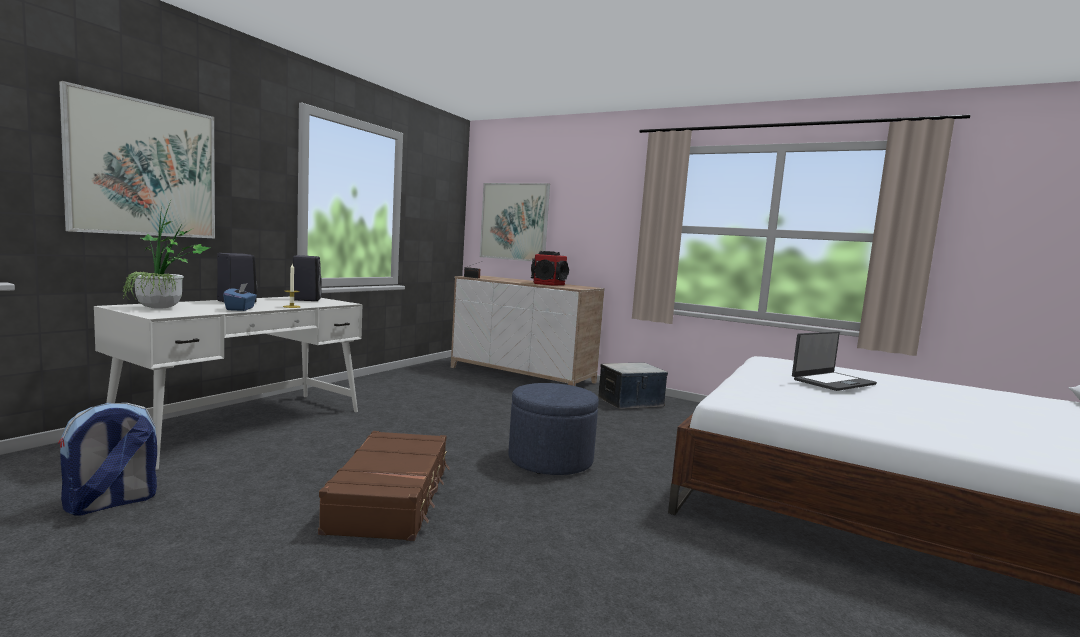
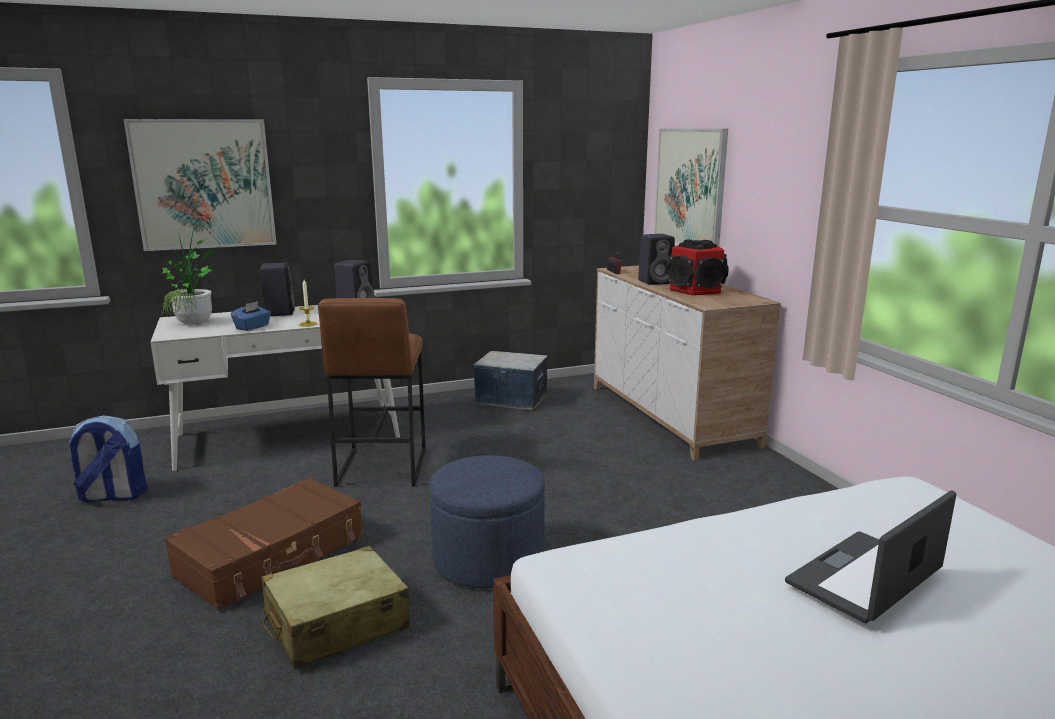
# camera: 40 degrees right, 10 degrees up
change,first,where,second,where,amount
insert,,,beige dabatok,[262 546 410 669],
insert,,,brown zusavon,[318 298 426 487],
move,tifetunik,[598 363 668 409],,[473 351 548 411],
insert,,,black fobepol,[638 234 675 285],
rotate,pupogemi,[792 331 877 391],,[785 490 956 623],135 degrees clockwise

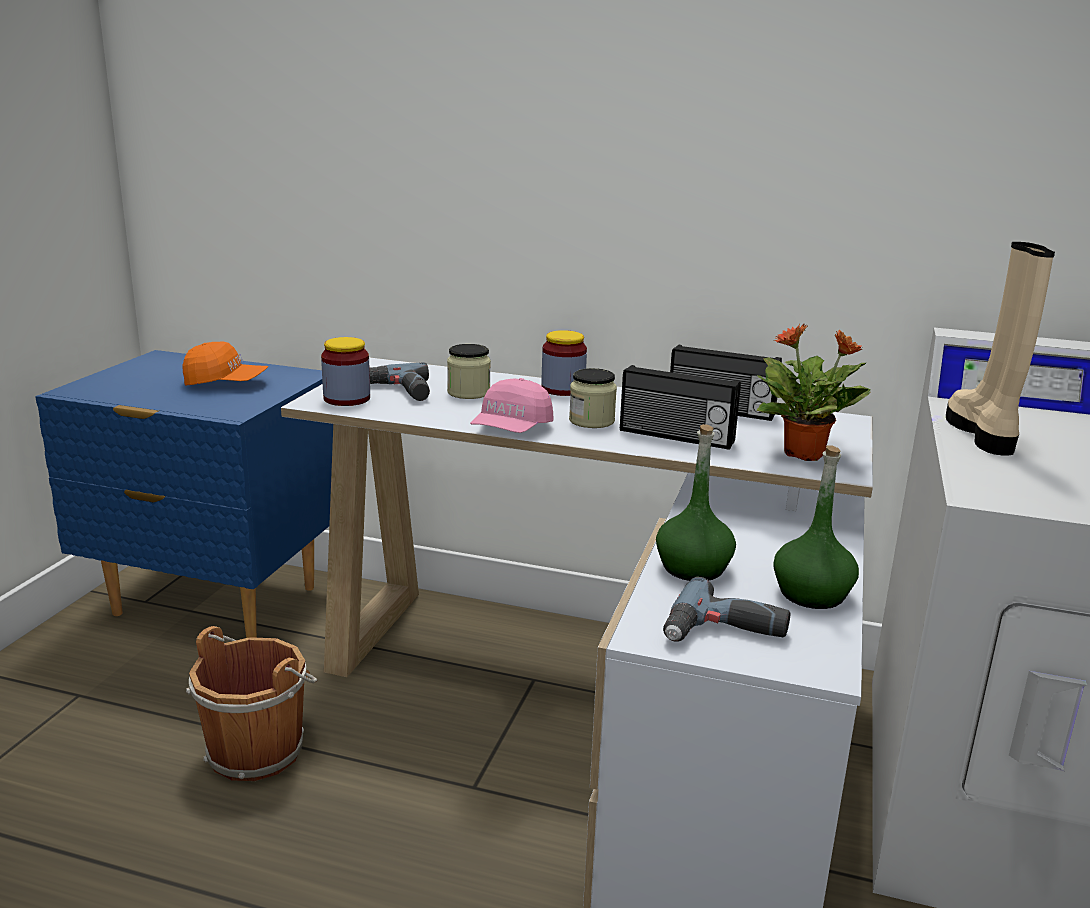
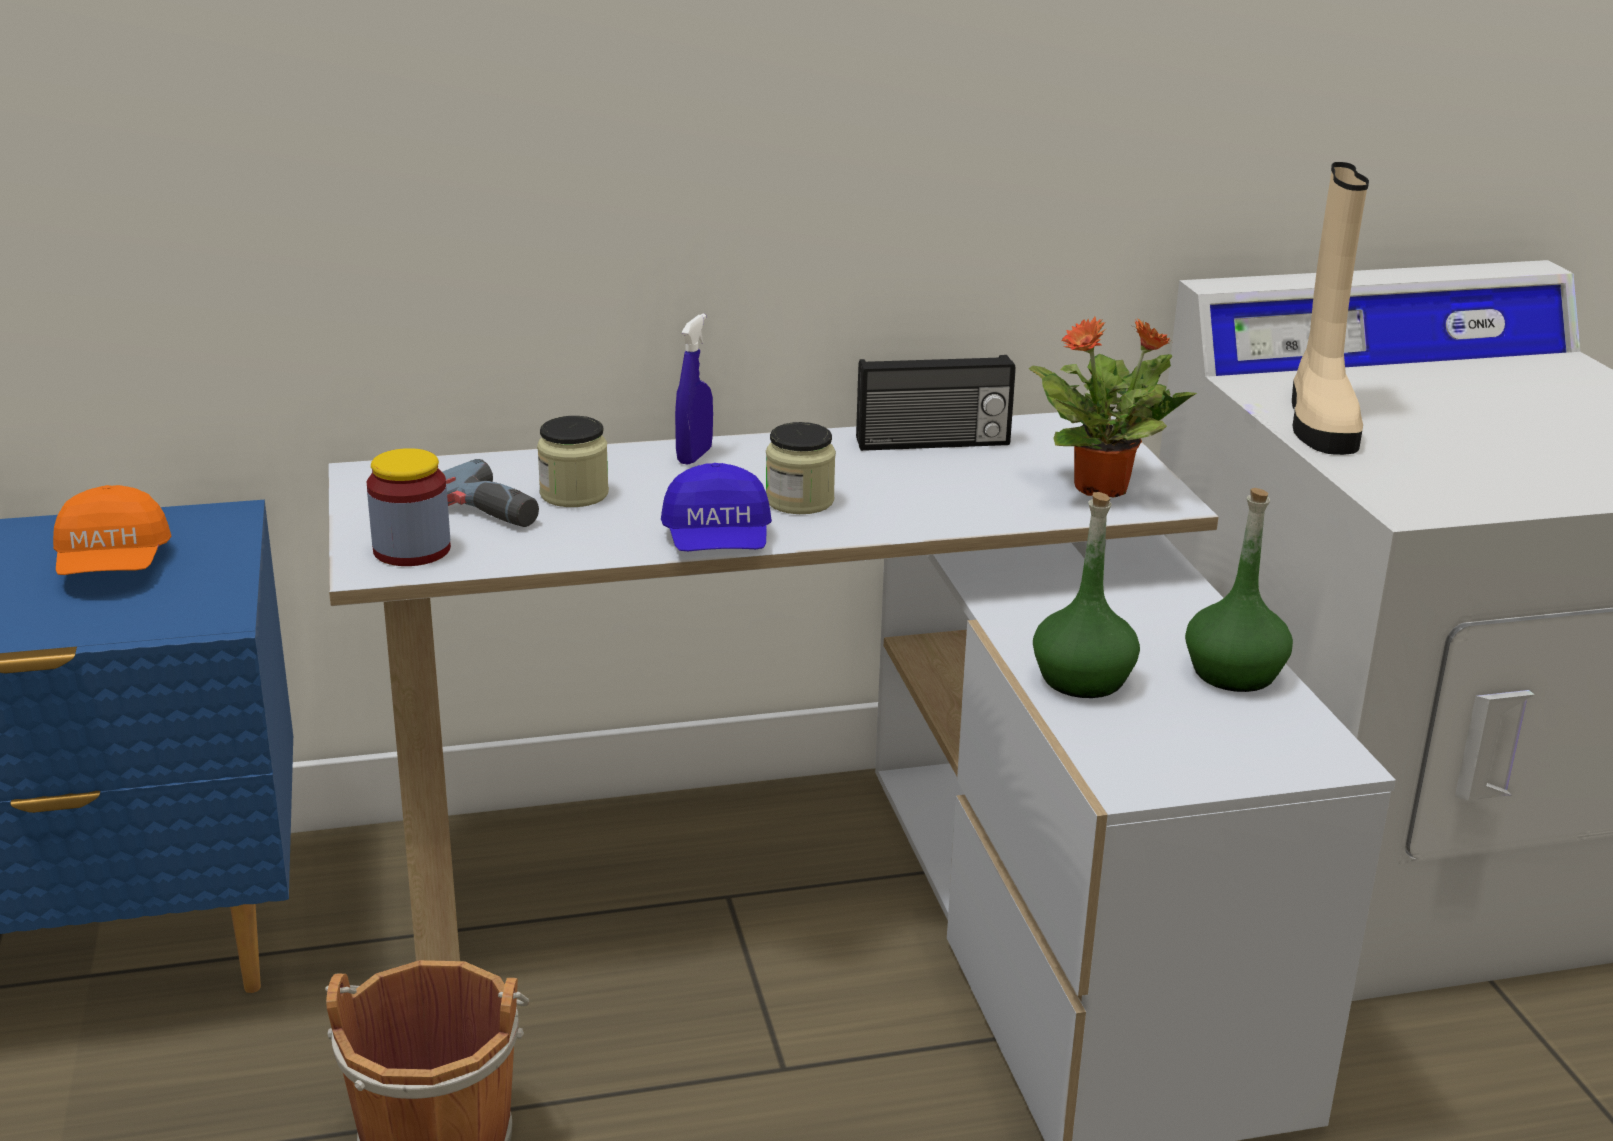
# camera: 30 degrees left, 5 degrees up
change,first,where,second,where,amount
rotate,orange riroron,[182 341 268 386],,[53 485 171 575],105 degrees clockwise
recolor,pink riroron,[470 378 554 433],blue riroron,[661 463 772 551],
replace,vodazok,[541 330 587 396],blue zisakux,[675 313 713 465],
rotate,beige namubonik,[946 242 1055 456],,[1292 162 1369 455],150 degrees counterclockwise
delete,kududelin,[620 365 741 450],,,
delete,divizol,[663 577 790 642],,,

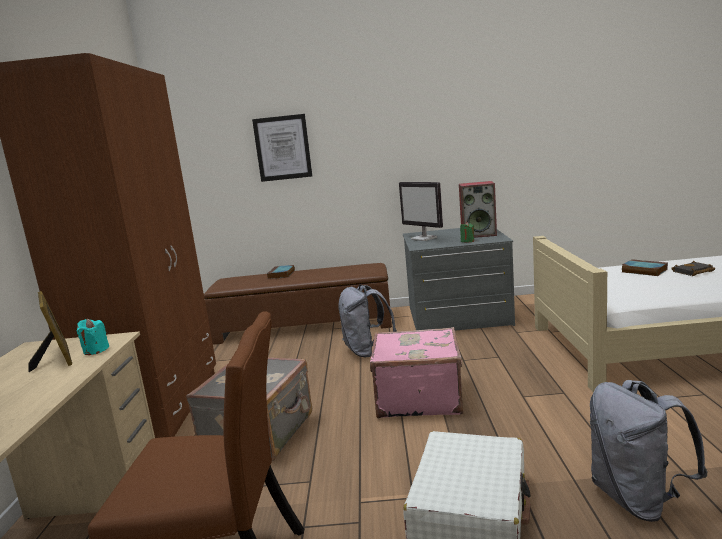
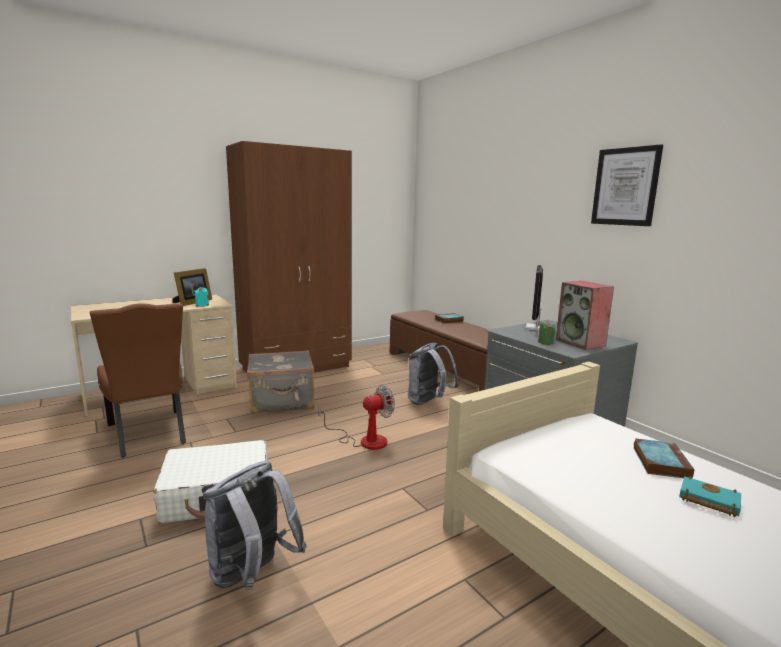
# camera: 55 degrees right, 0 degrees up
change,first,where,second,where,amount
replace,pink dabatok,[370 327 463 418],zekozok,[318 385 395 450],
move,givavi,[252 114 312 182],,[591 144 663 226],
recolor,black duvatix,[671 261 715 276],turquoise duvatix,[679 476 741 517],

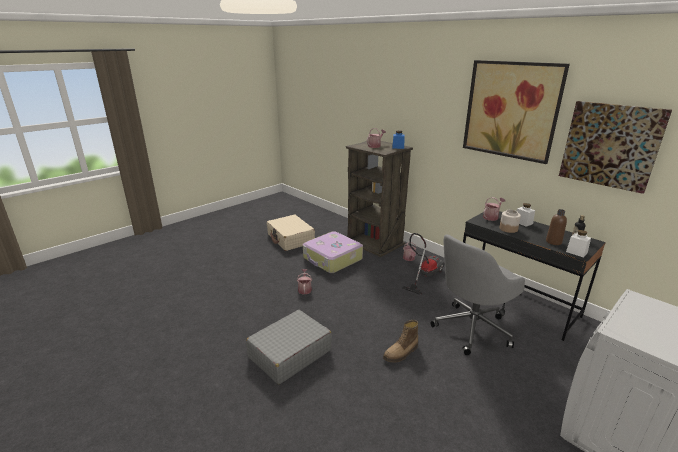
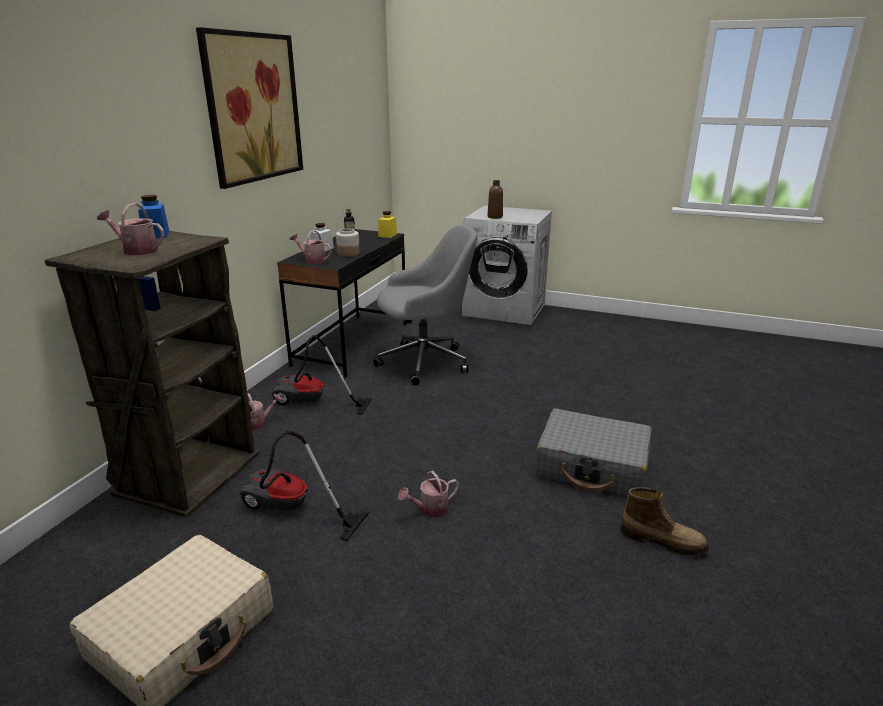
# camera: 115 degrees left, 0 degrees up
change,first,where,second,where,amount
replace,dabatok,[303 231 363 273],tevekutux,[239 431 369 542],
rotate,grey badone,[431 234 525 355],,[373 225 477 385],45 degrees counterclockwise
recolor,white vodazok,[566 230 591 257],yellow vodazok,[378 211 397 238],
move,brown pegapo,[546 209 567 245],,[488 180 503 219],
move,namubonik,[383 320 419 362],,[620 487 709 556],
delete,givavi,[559 101 672 194],,,

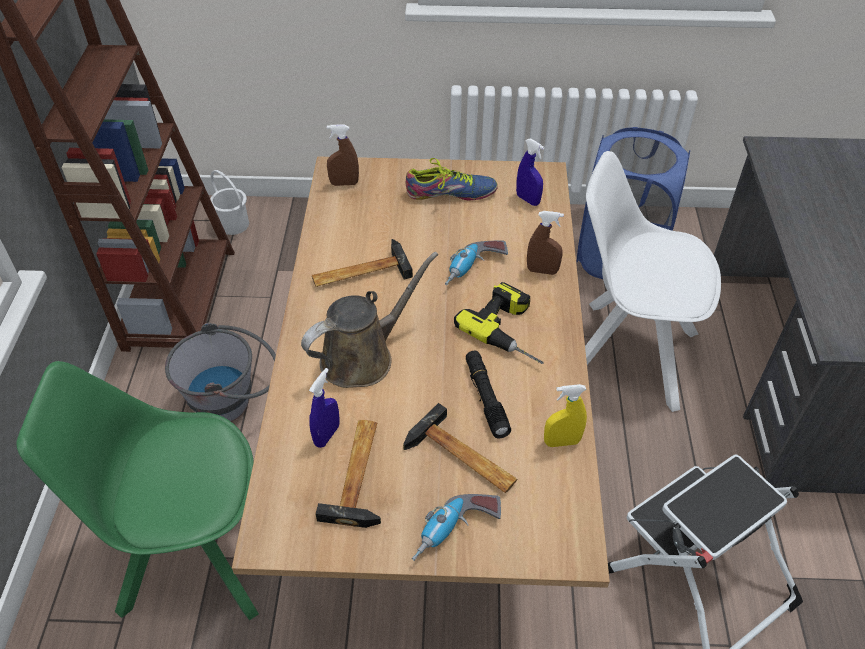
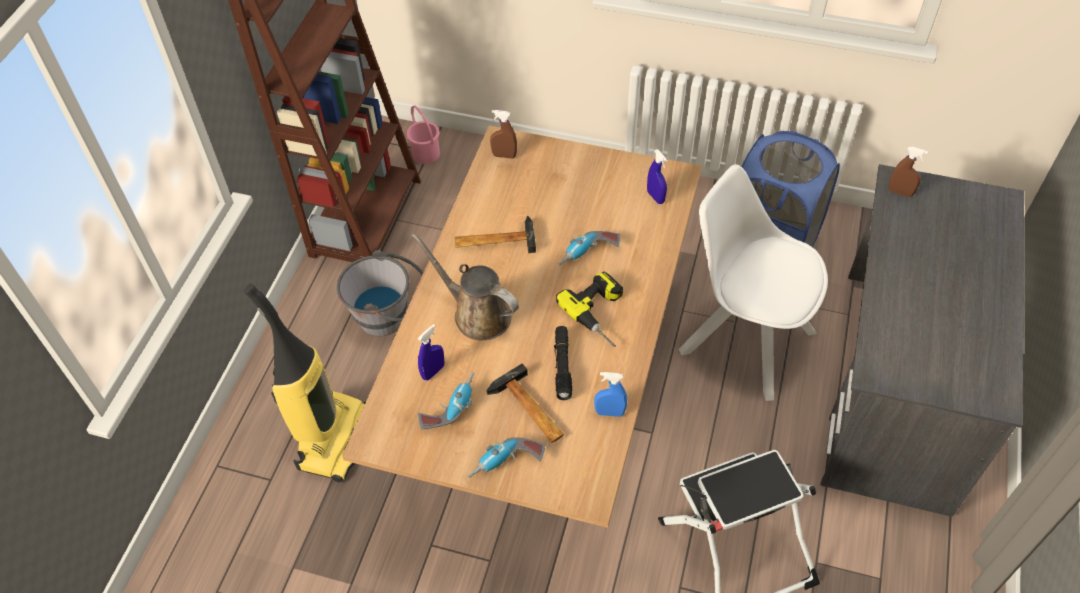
# camera: 15 degrees right, 5 degrees up
change,first,where,second,where,amount
replace,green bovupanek,[16 361 259 620],tevekutux,[244 284 366 482],
recolor,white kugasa,[210 170 249 235],pink kugasa,[407 106 440 164],
rotate,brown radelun,[301 252 438 388],,[412 233 519 340],120 degrees counterclockwise
replace,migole,[315 420 381 528],divizol,[418 372 474 429],
recolor,yellow zisakux,[544 384 587 447],blue zisakux,[594 372 627 417],
move,brown zisakux,[527 211 564 275],,[889 147 928 197],
delete,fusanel,[406 158 498 200],,,

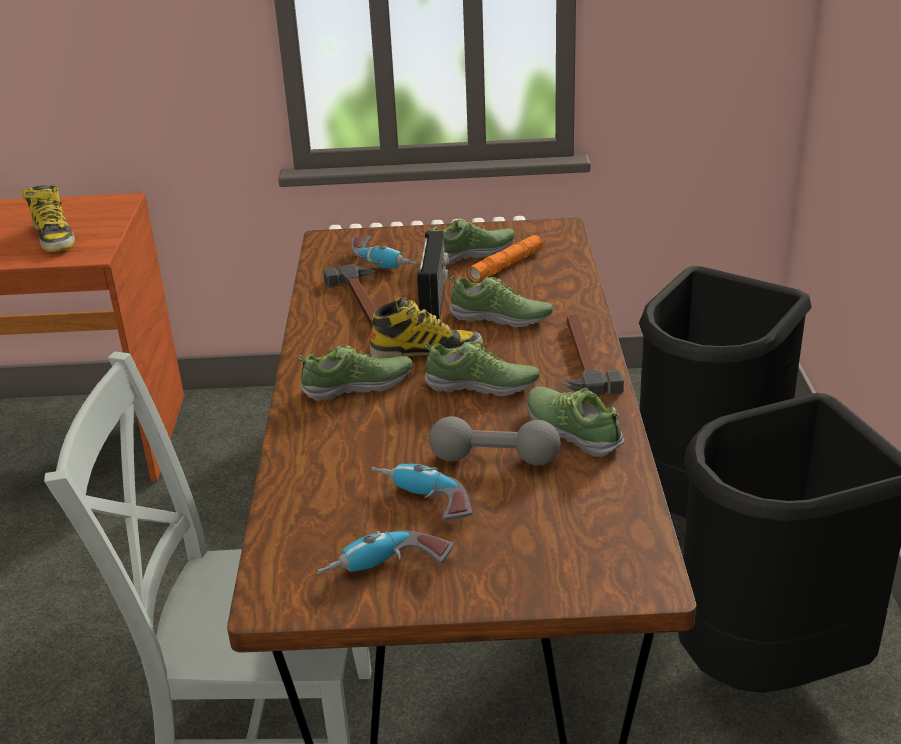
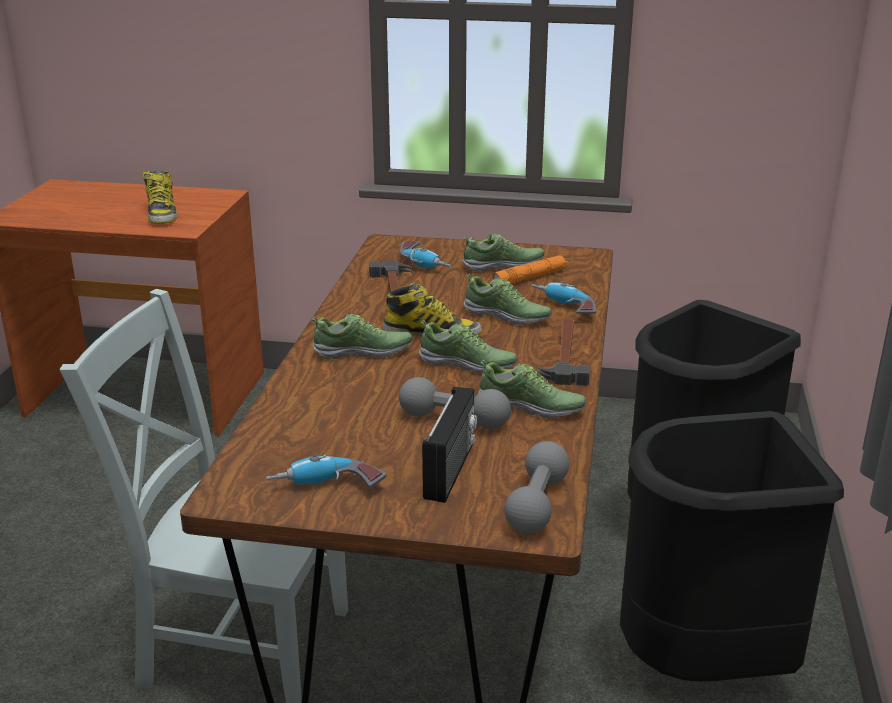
# camera: 10 degrees right, 5 degrees down
change,first,where,second,where,amount
move,kududelin,[417 231 449 319],,[422 387 477 503],
rotate,fusanel,[527 386 625 457],,[478 360 587 418],135 degrees clockwise
insert,,,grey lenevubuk,[504 441 569 534],
move,divizol,[371 464 472 520],,[532 282 596 315],

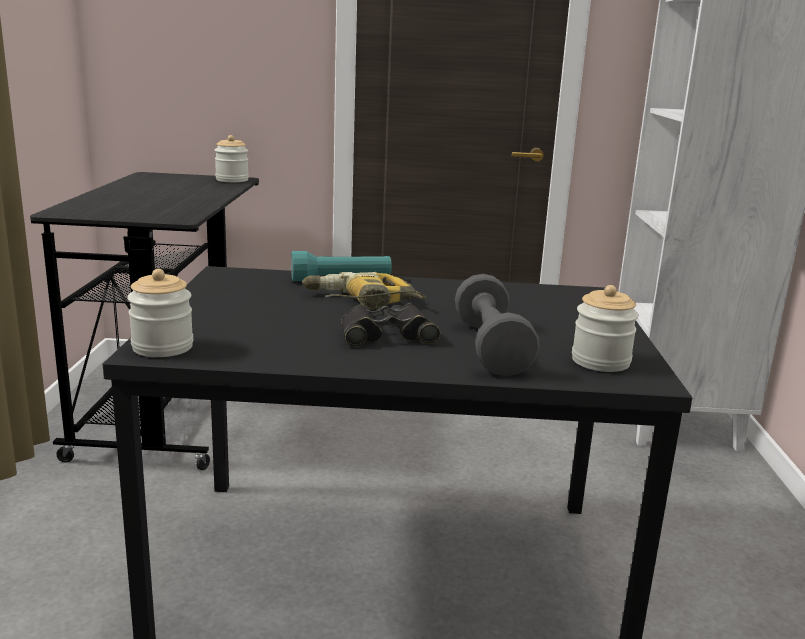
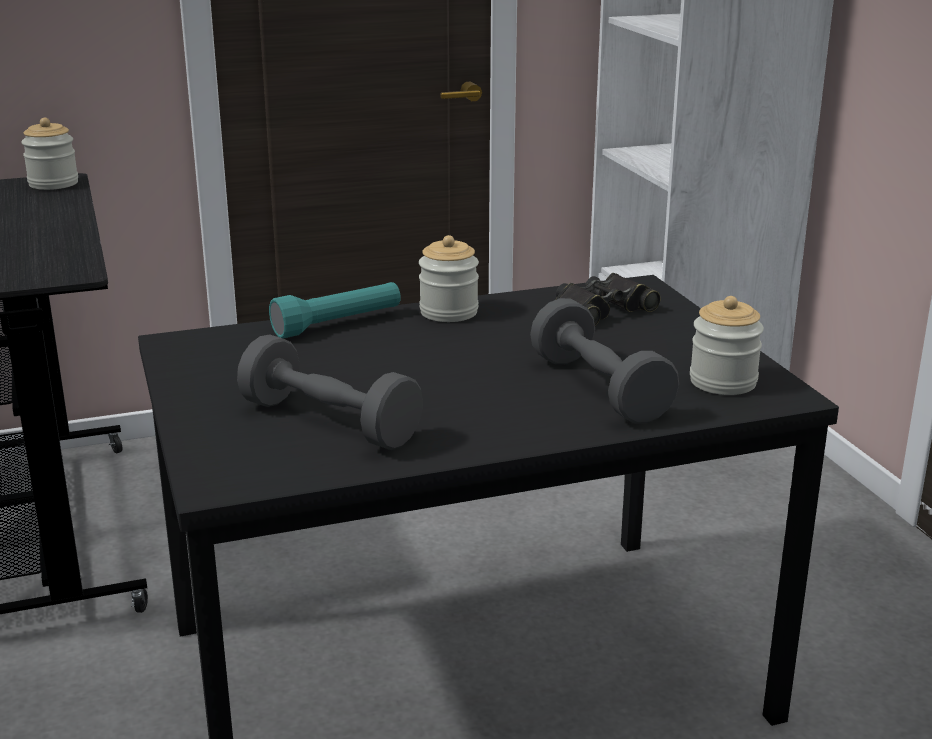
# camera: 20 degrees left, 5 degrees up
change,first,where,second,where,amount
insert,,,grey lenevubuk,[237 334 423 450],
move,vodazok,[127 269 193 357],,[419 235 479 322],
move,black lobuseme,[341 303 440 347],,[556 273 661 326],
delete,divizol,[302 272 426 310],,,

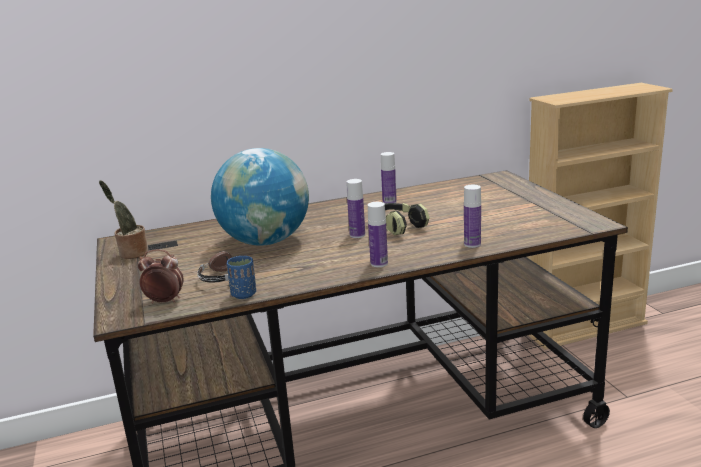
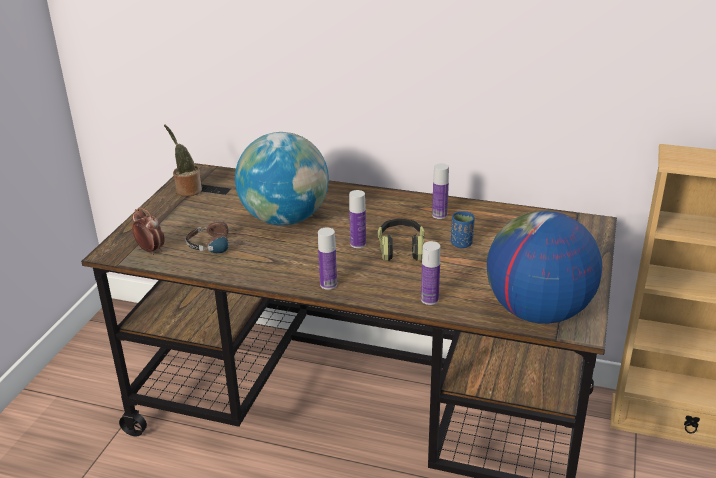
# camera: 35 degrees right, 10 degrees up
change,first,where,second,where,amount
move,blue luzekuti,[227 256 256 299],,[451 211 475 248],
insert,,,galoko,[487 210 602 324],

